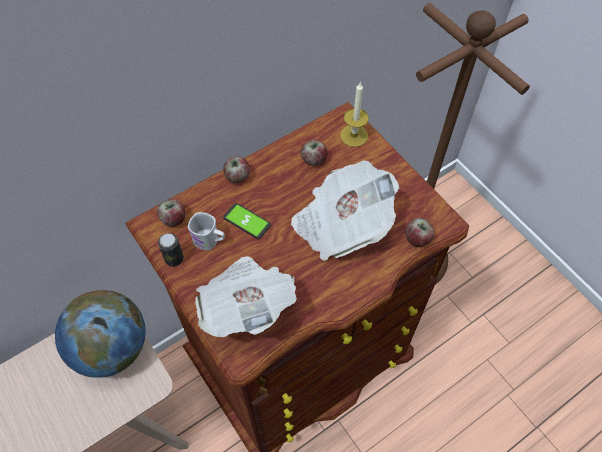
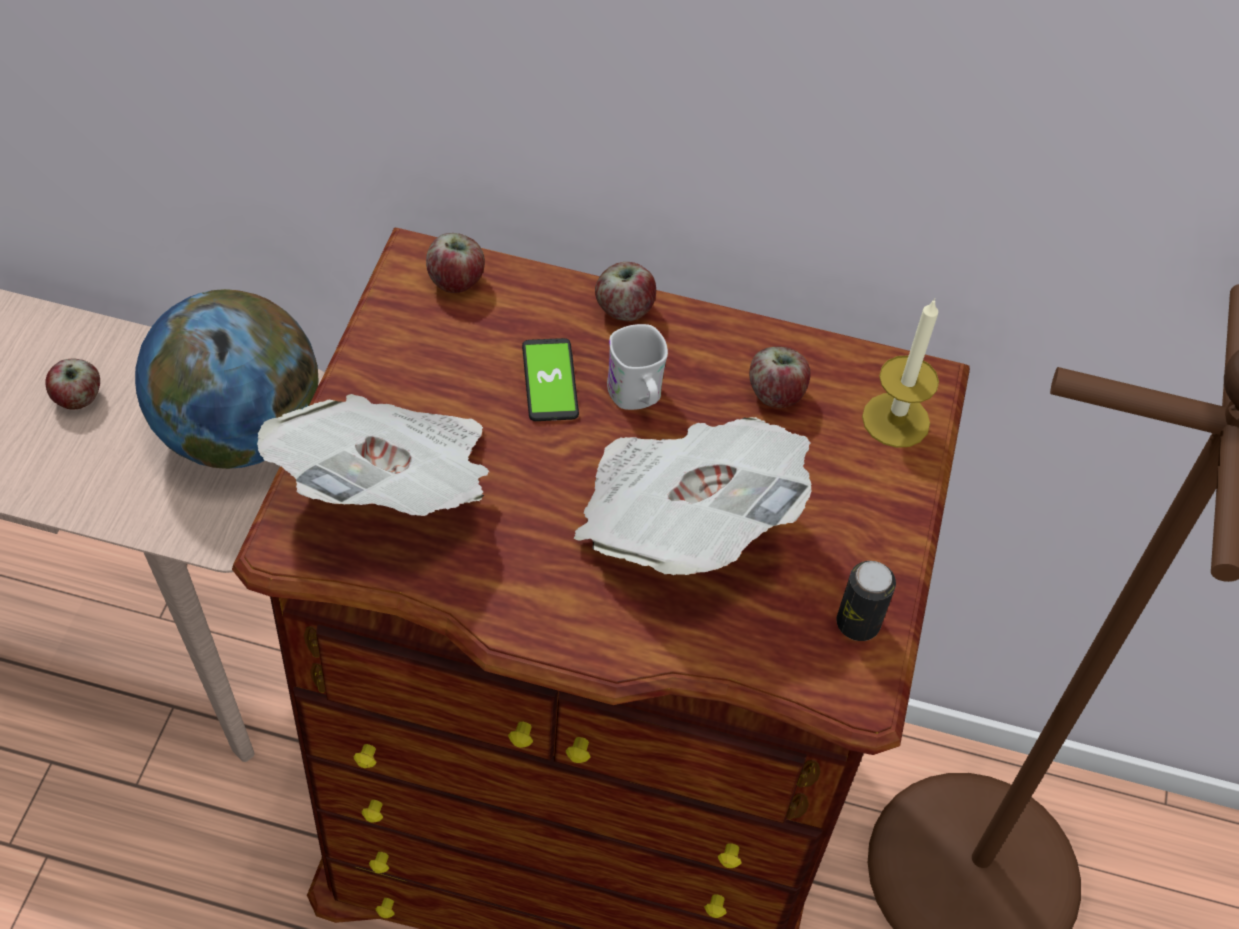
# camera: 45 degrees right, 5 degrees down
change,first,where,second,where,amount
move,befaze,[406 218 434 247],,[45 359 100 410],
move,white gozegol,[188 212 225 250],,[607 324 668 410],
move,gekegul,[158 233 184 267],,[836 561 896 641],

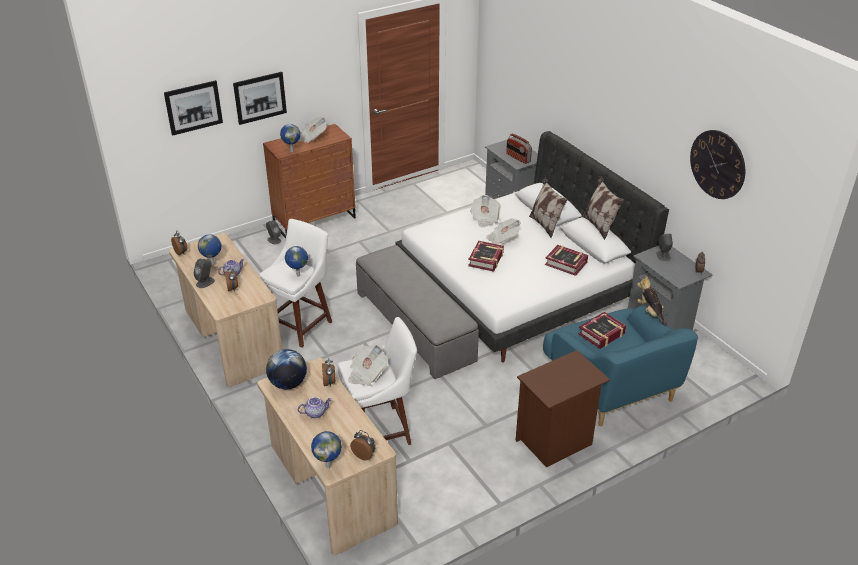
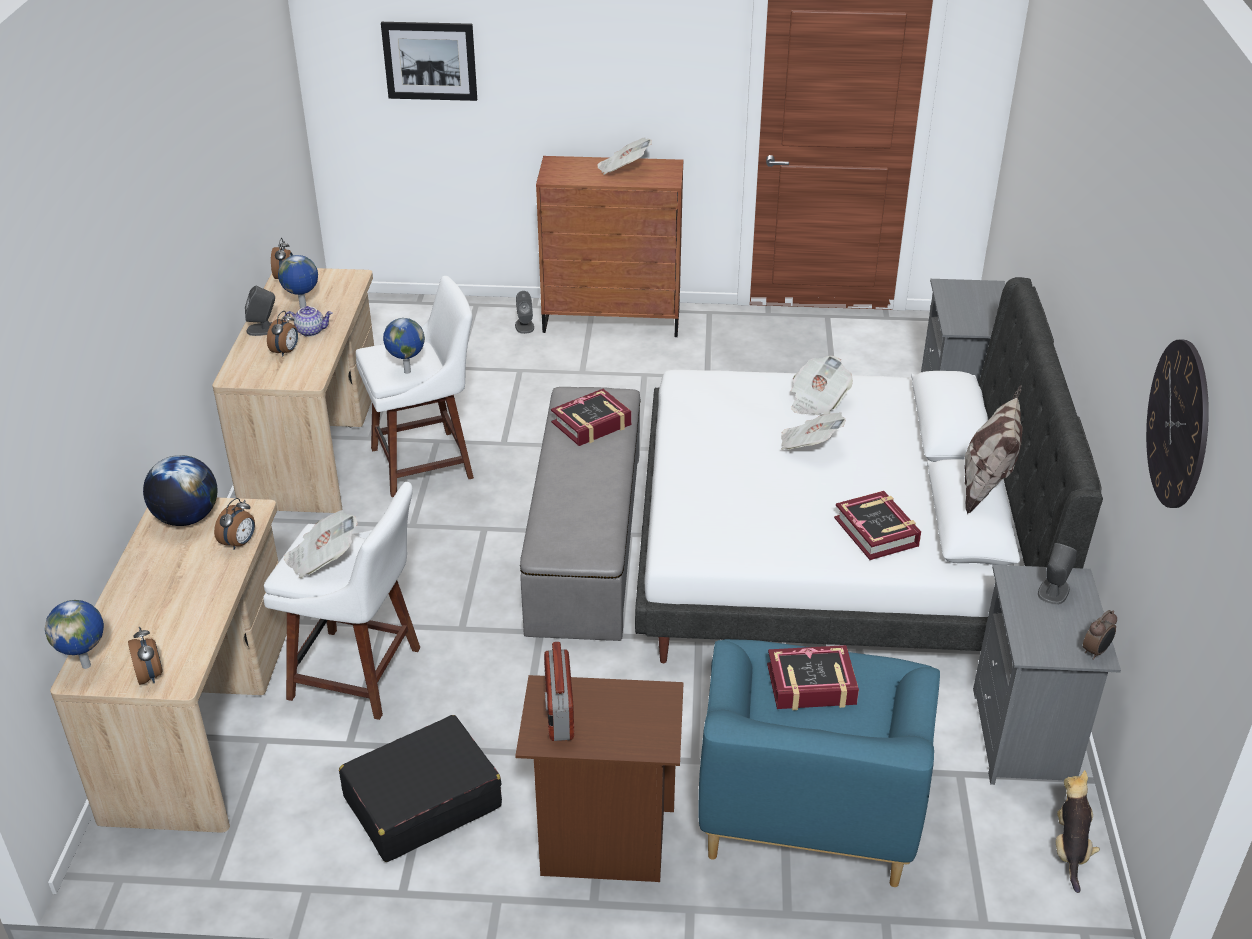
# camera: 35 degrees right, 0 degrees up
change,first,where,second,where,amount
insert,,,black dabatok,[339 715 502 862],
move,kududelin,[506 134 532 164],,[544 642 574 741],
move,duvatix,[468 241 504 272],,[551 389 632 446],
move,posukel,[637 275 667 326],,[1055 770 1100 893],
delete,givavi,[233 72 287 125],,,
delete,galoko,[280 124 301 152],,,
delete,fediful,[298 397 332 418],,,
delete,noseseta,[529 177 568 238],,,

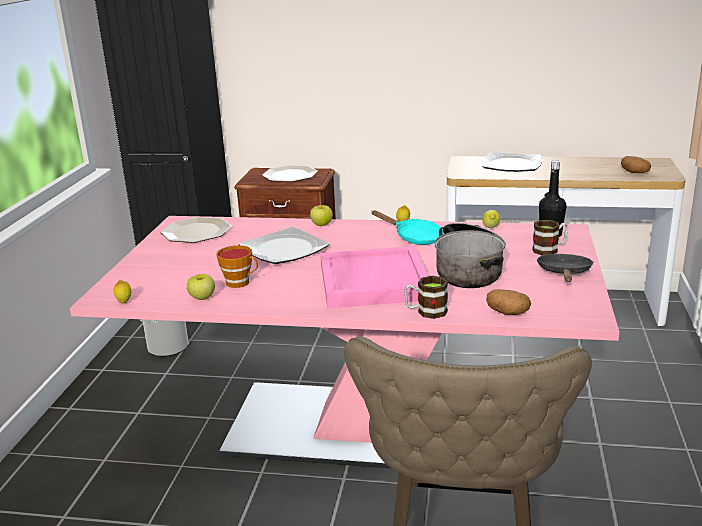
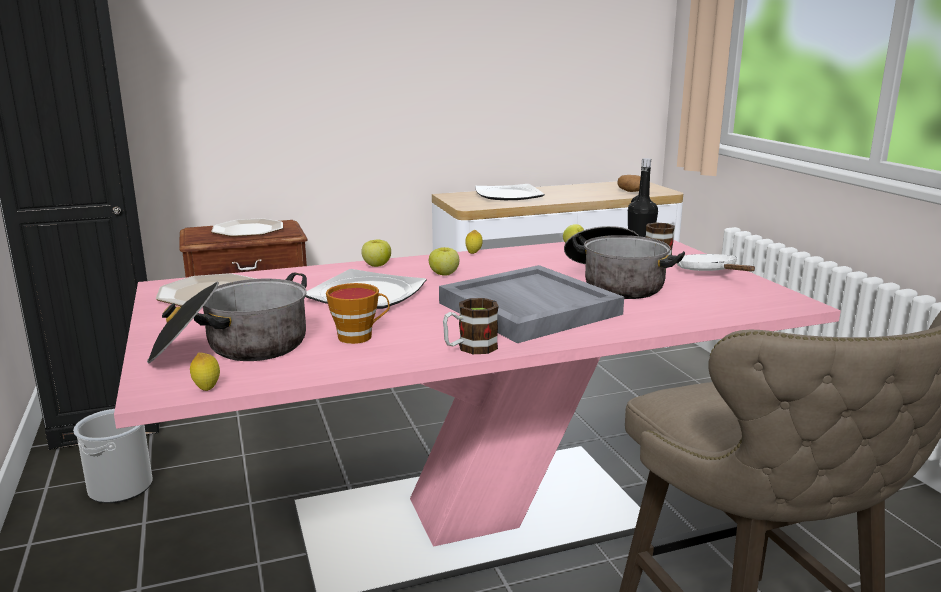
# camera: 30 degrees left, 5 degrees down
change,first,where,second,where,amount
insert,,,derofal,[147 272 307 363],
move,befaze,[187 274 215 300],,[429 247 459 276],
recolor,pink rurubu,[320 246 428 308],grey rurubu,[439 265 624 343],
move,gozegol,[404 276 448 319],,[443 298 498 354],
recolor,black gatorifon,[537 254 594 282],white gatorifon,[677 254 755 272],
delete,turquoise gatorifon,[371 210 444 245],,,
delete,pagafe,[486 289 531 315],,,

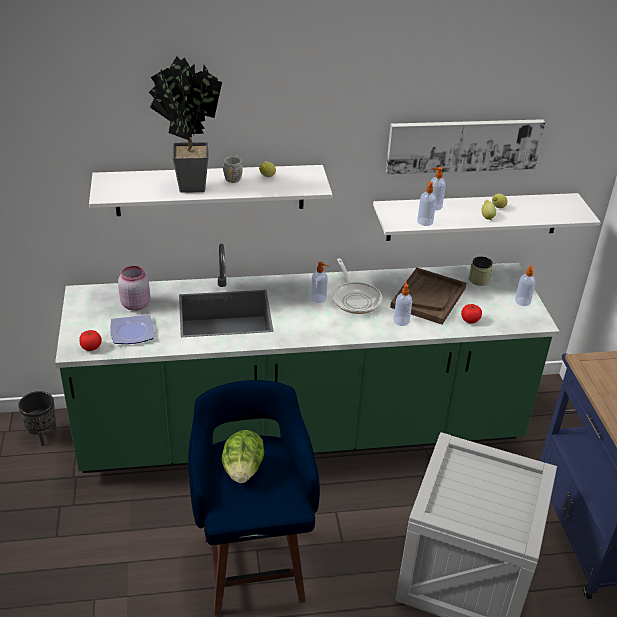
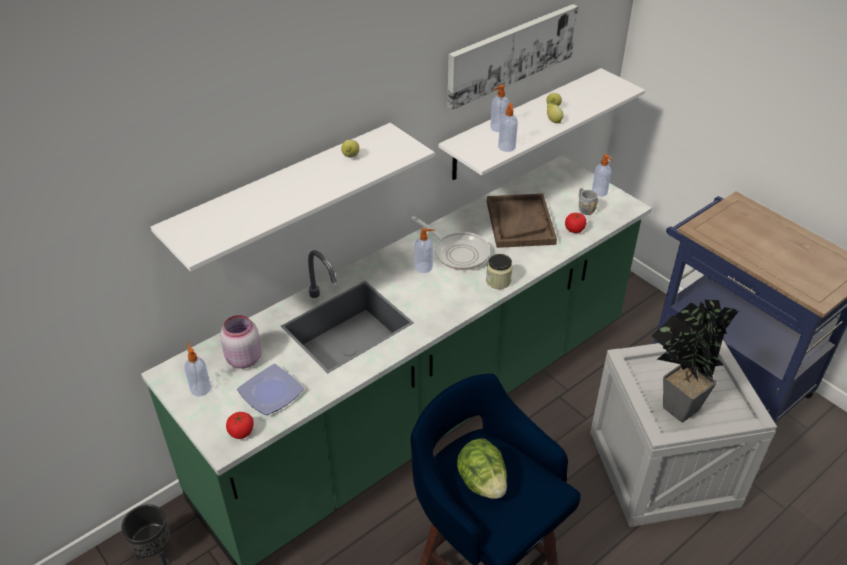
# camera: 30 degrees left, 5 degrees up
change,first,where,second,where,amount
move,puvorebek,[394 280 412 326],,[184 342 211 396],
move,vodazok,[469 256 493 286],,[486 254 513 289],
move,grey gozegol,[223 156 243 183],,[579 188 598 215],
move,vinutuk,[149 56 222 193],,[652 300 739 422],

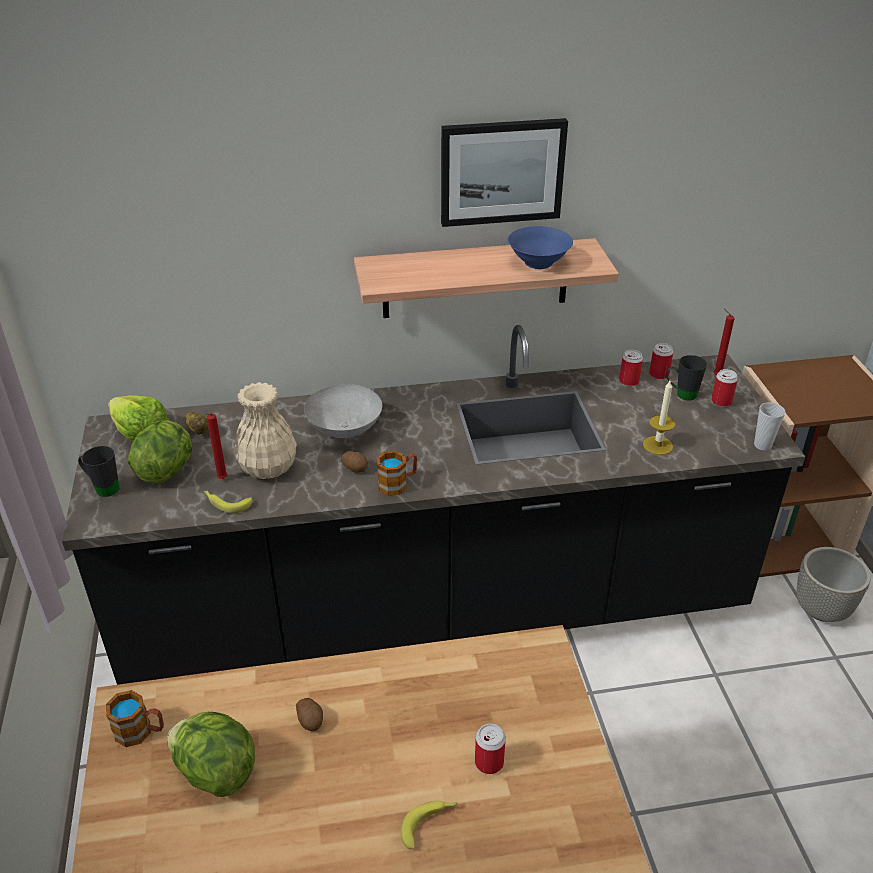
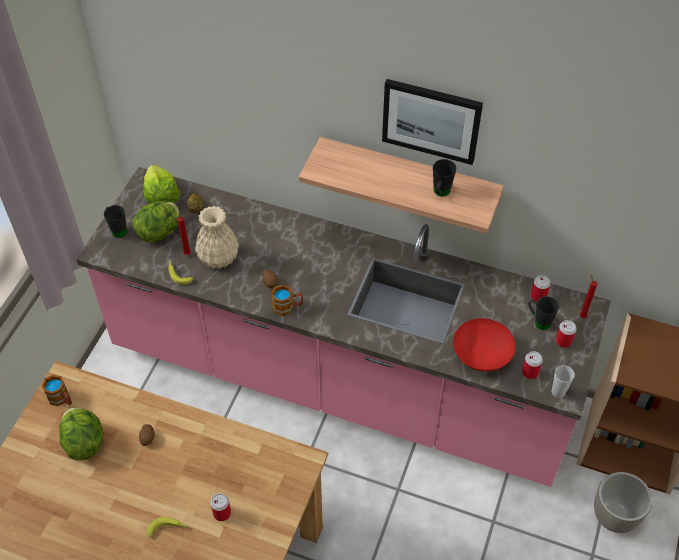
# camera: 30 degrees right, 15 degrees up
change,first,where,second,where,amount
recolor,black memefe,[62 325 805 685],pink memefe,[76 167 611 487],
replace,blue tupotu,[508 226 573 269],black gozegol,[433 159 456 197],
replace,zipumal,[643 381 675 455],red tupotu,[453 318 515 372],
move,gekegul,[619 350 643 386],,[522 351 543 379],
delete,grey tupotu,[304 384 382 438],,,

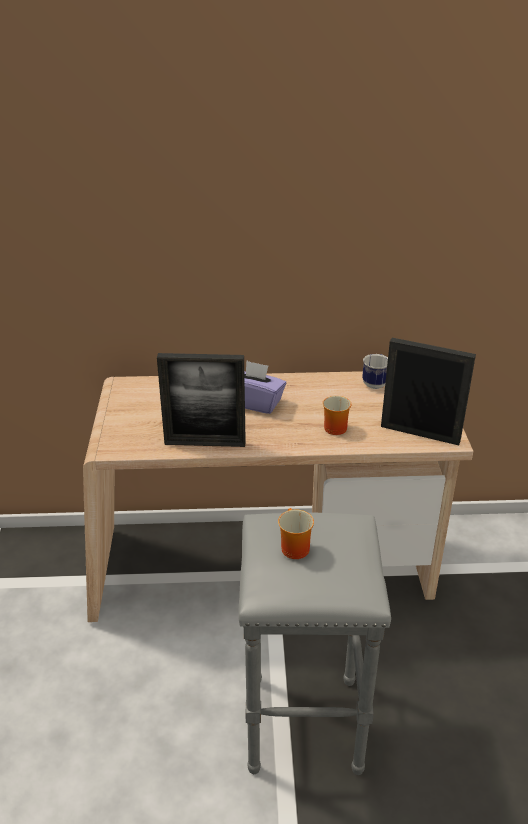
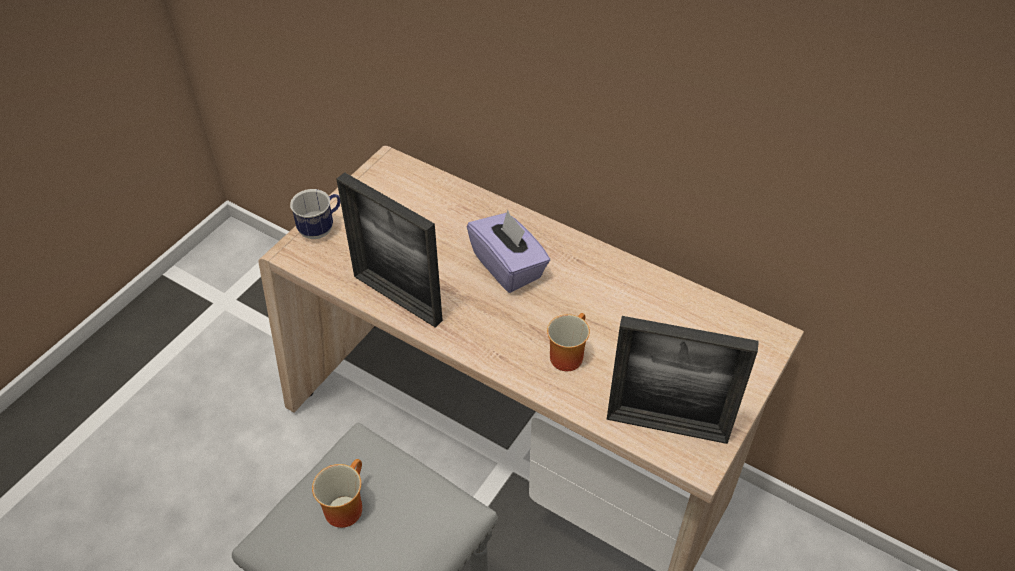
# camera: 35 degrees right, 15 degrees up
change,first,where,second,where,amount
move,gozegol,[362 354 388 389],,[290 189 340 239],
rotate,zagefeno,[381 338 476 445],,[606 316 759 444],135 degrees clockwise

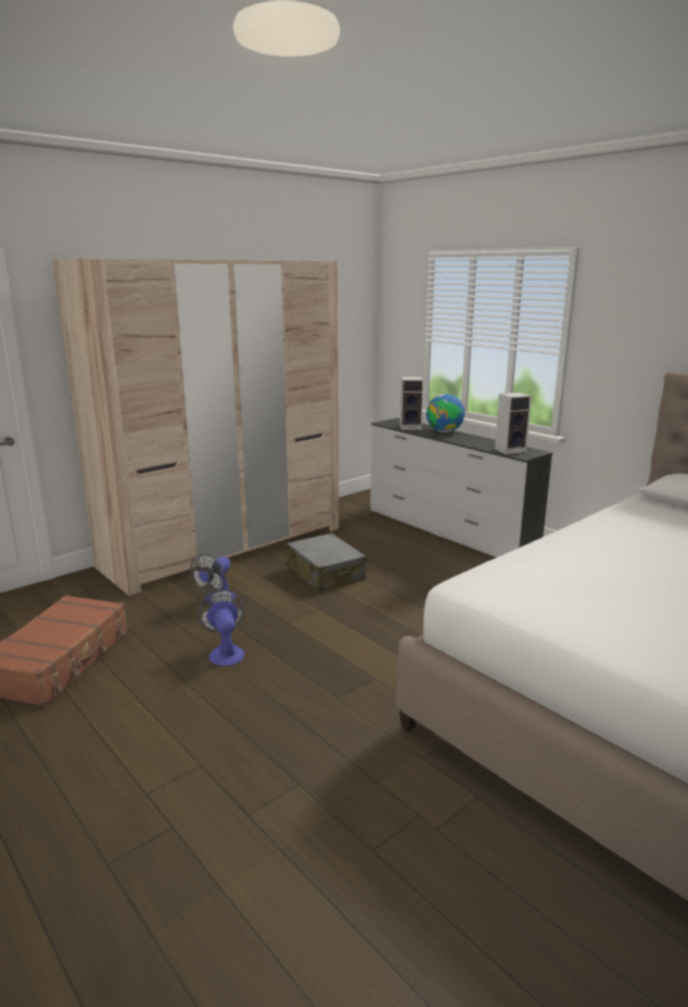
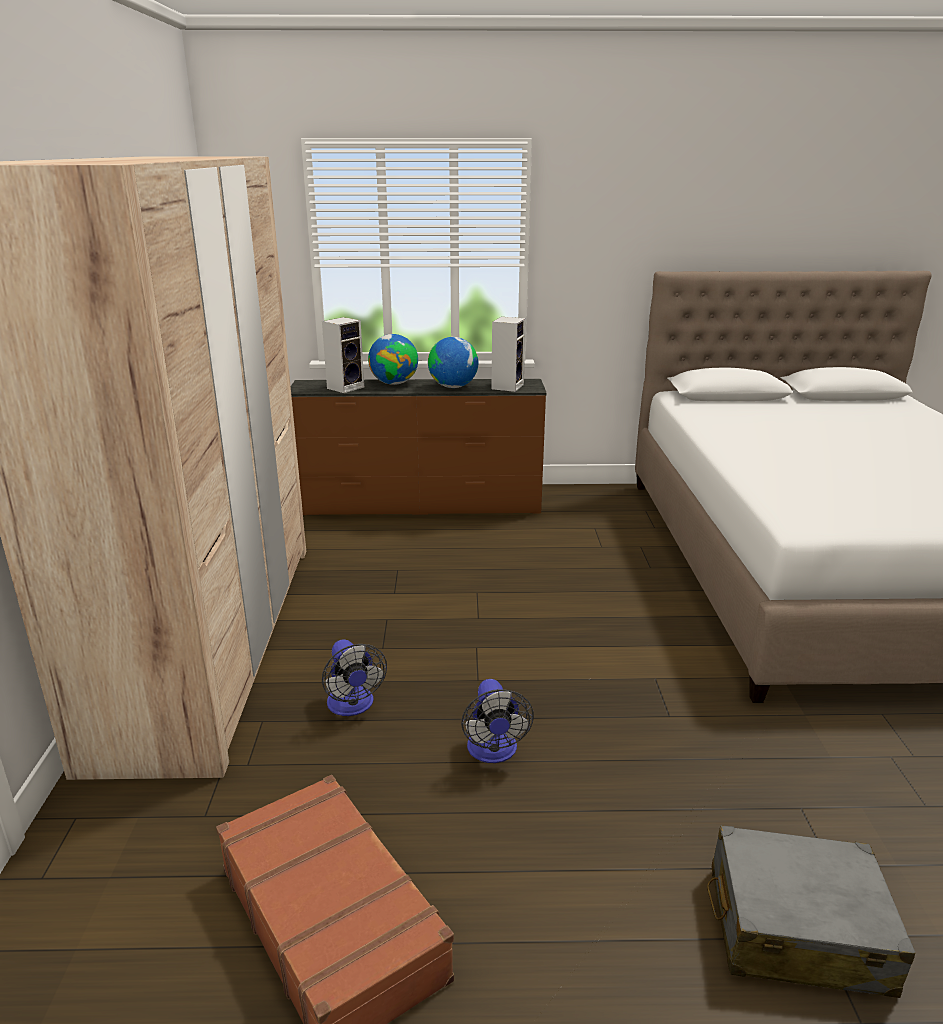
# camera: 50 degrees left, 5 degrees up
change,first,where,second,where,amount
recolor,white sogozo,[370 418 553 557],brown sogozo,[291 379 547 515],
insert,,,galoko,[428 337 478 388],
rotate,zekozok,[197 590 245 666],,[461 679 534 763],120 degrees counterclockwise
move,grey dabatok,[287 533 367 592],,[707 825 916 998],

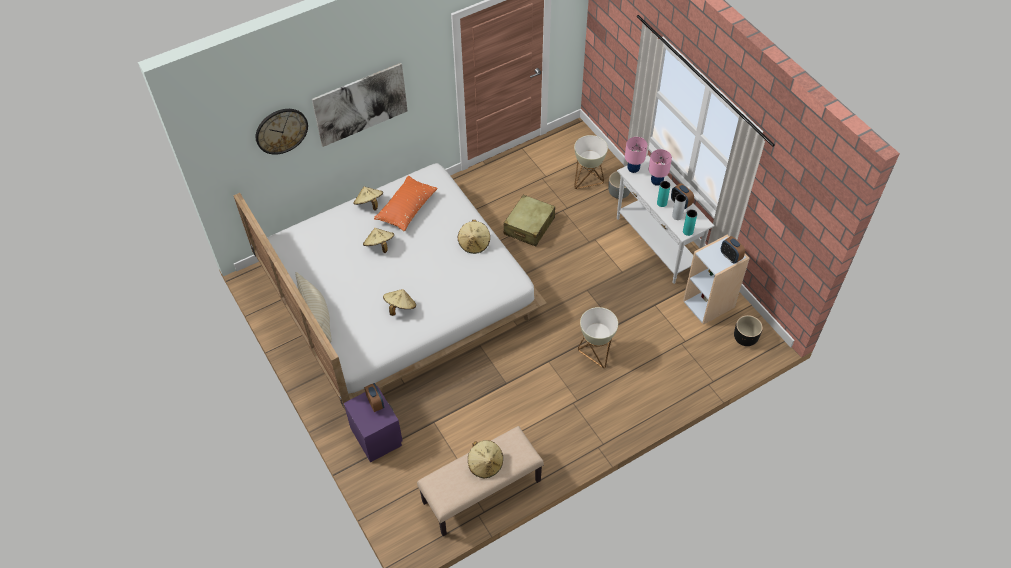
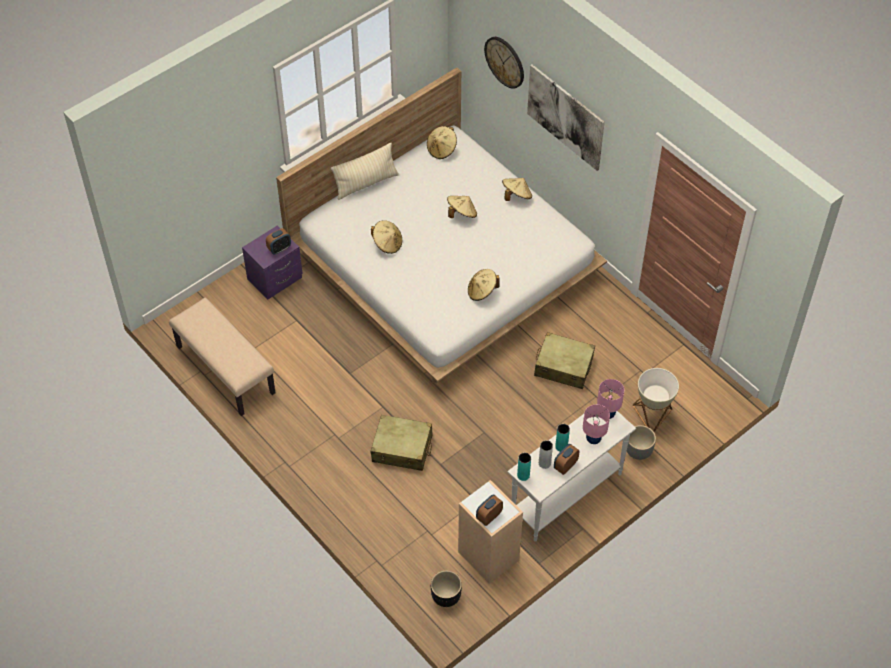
# camera: 80 degrees right, 0 degrees up
change,first,where,second,where,amount
replace,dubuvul,[578 307 618 368],beige dabatok,[371 415 433 471],
move,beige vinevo,[468 440 503 478],,[427 126 457 159],
delete,orange noseseta,[374 176 438 231],,,

